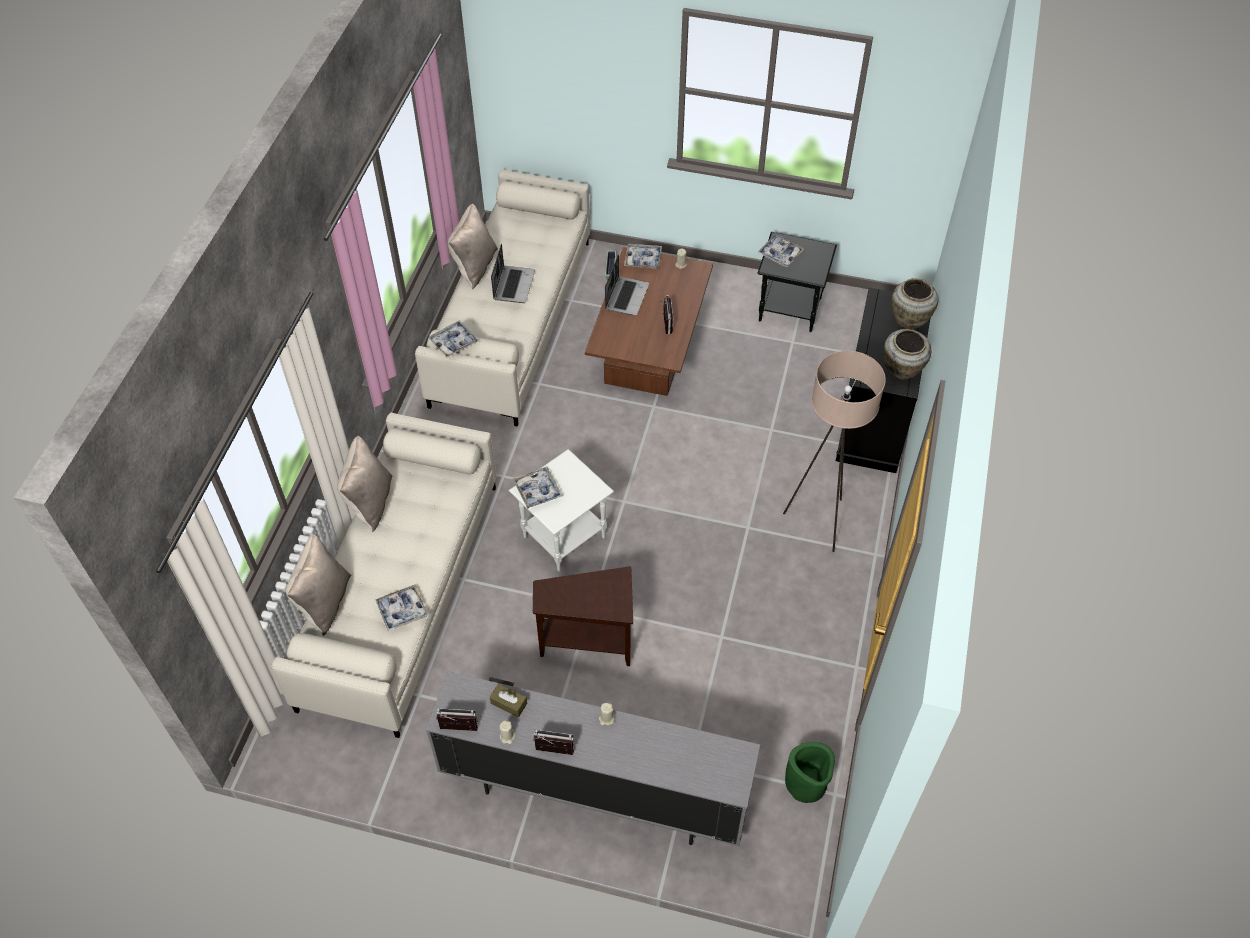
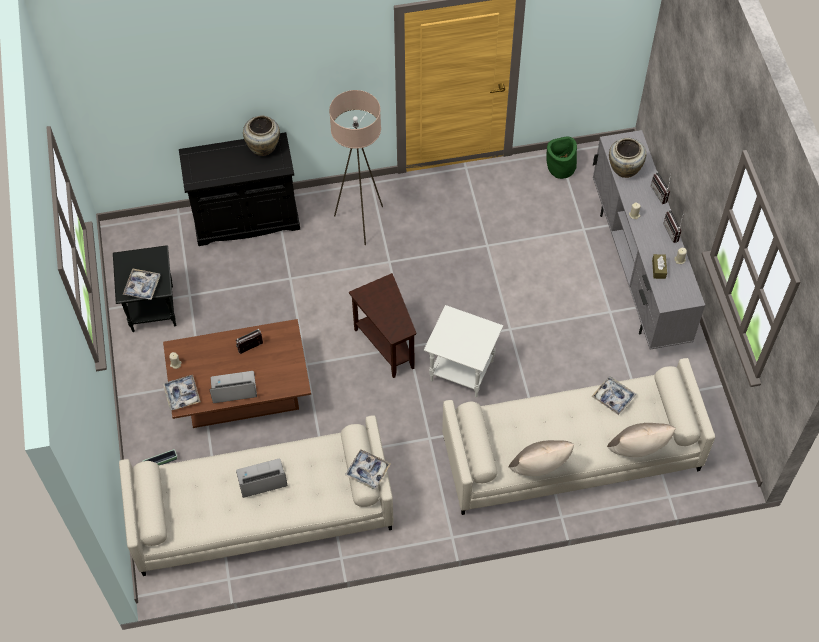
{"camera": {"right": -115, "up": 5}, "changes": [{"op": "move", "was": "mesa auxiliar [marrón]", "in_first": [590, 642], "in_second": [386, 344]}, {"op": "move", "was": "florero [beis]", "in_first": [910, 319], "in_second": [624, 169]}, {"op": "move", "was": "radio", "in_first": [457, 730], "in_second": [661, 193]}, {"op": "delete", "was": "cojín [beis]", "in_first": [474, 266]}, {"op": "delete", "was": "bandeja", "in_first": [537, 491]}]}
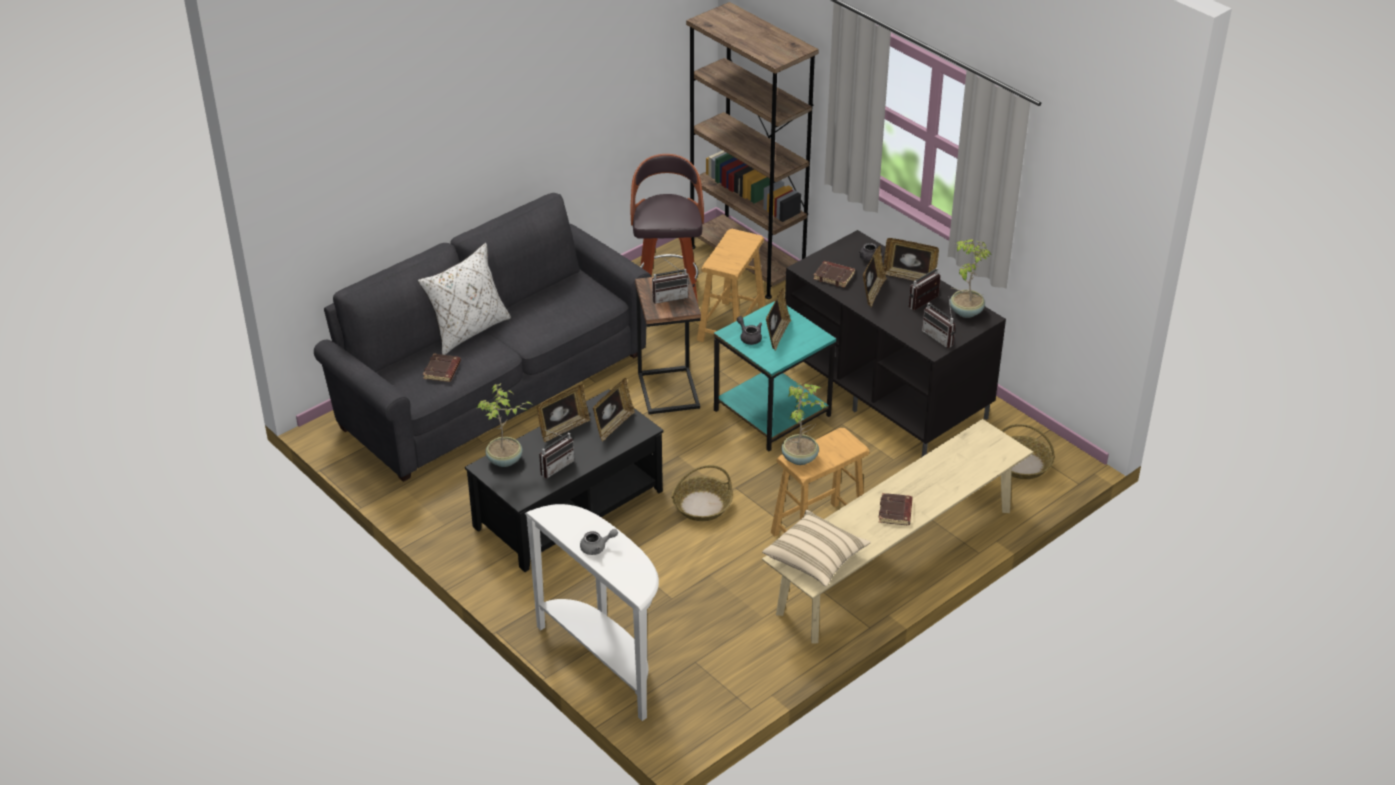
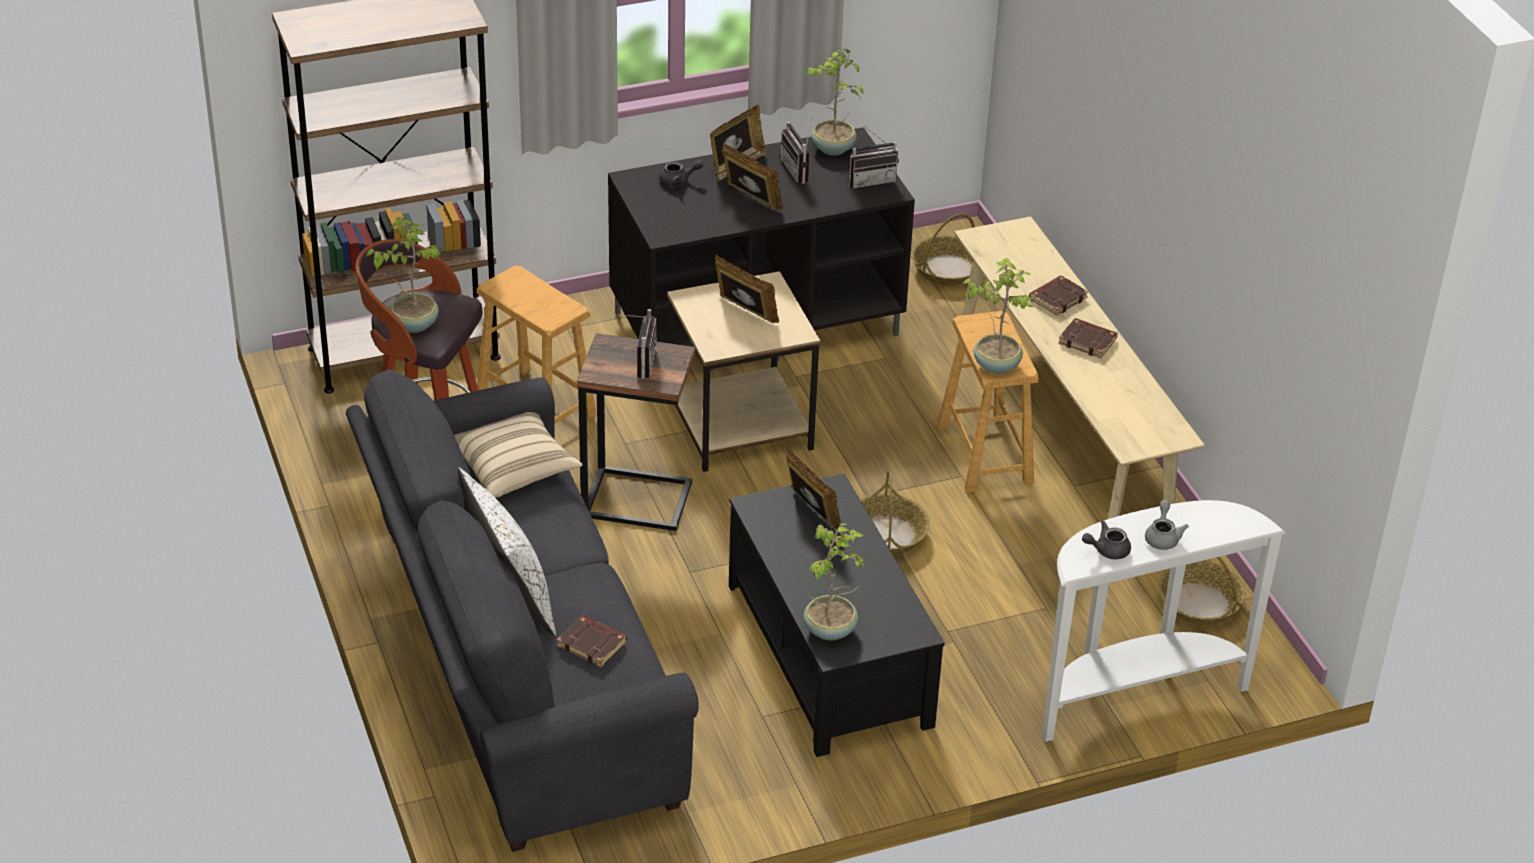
{"camera": {"right": -70, "up": 0}, "changes": [{"op": "insert", "now": "planta en maceta", "in_second": [413, 323]}, {"op": "move", "was": "cojín [beis]", "in_first": [815, 559], "in_second": [514, 469]}, {"op": "recolor", "was": "mesa auxiliar [turquesa]", "now": "mesa auxiliar [beis]", "in_first": [772, 412], "in_second": [737, 424]}, {"op": "move", "was": "libro [marrón]", "in_first": [834, 276], "in_second": [1057, 298]}, {"op": "move", "was": "tetera [gris]", "in_first": [749, 337], "in_second": [1107, 550]}, {"op": "insert", "now": "cesta", "in_second": [1200, 603]}, {"op": "delete", "was": "portarretratos", "in_first": [563, 429]}, {"op": "delete", "was": "radio", "in_first": [554, 466]}]}
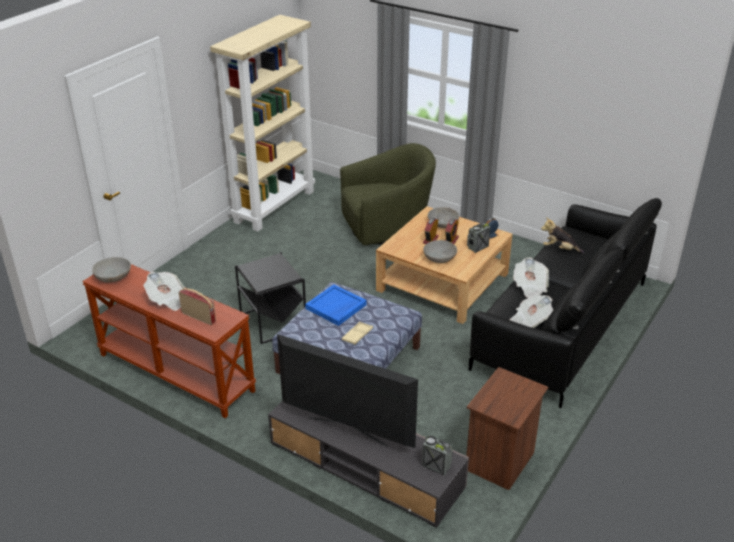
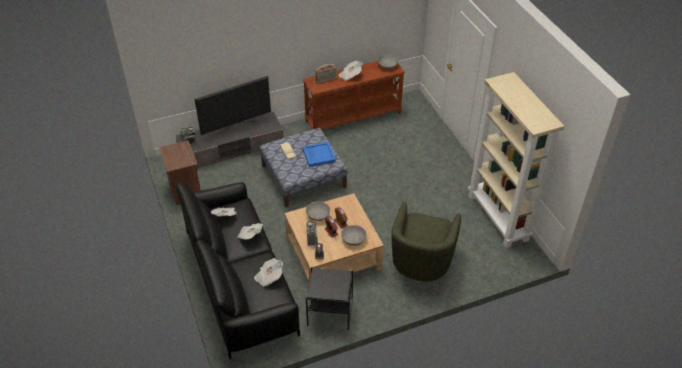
{"camera": {"right": 125, "up": 10}, "changes": [{"op": "replace", "was": "peluche", "now": "periódico", "in_first": [559, 249], "in_second": [269, 277]}, {"op": "move", "was": "mesa auxiliar [negro]", "in_first": [273, 322], "in_second": [329, 312]}]}
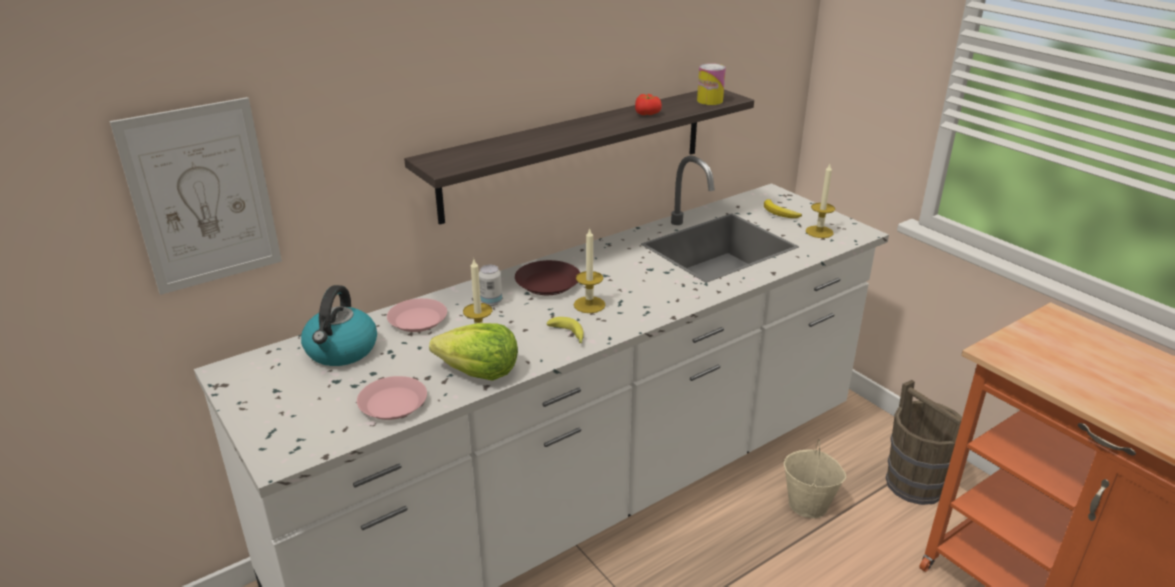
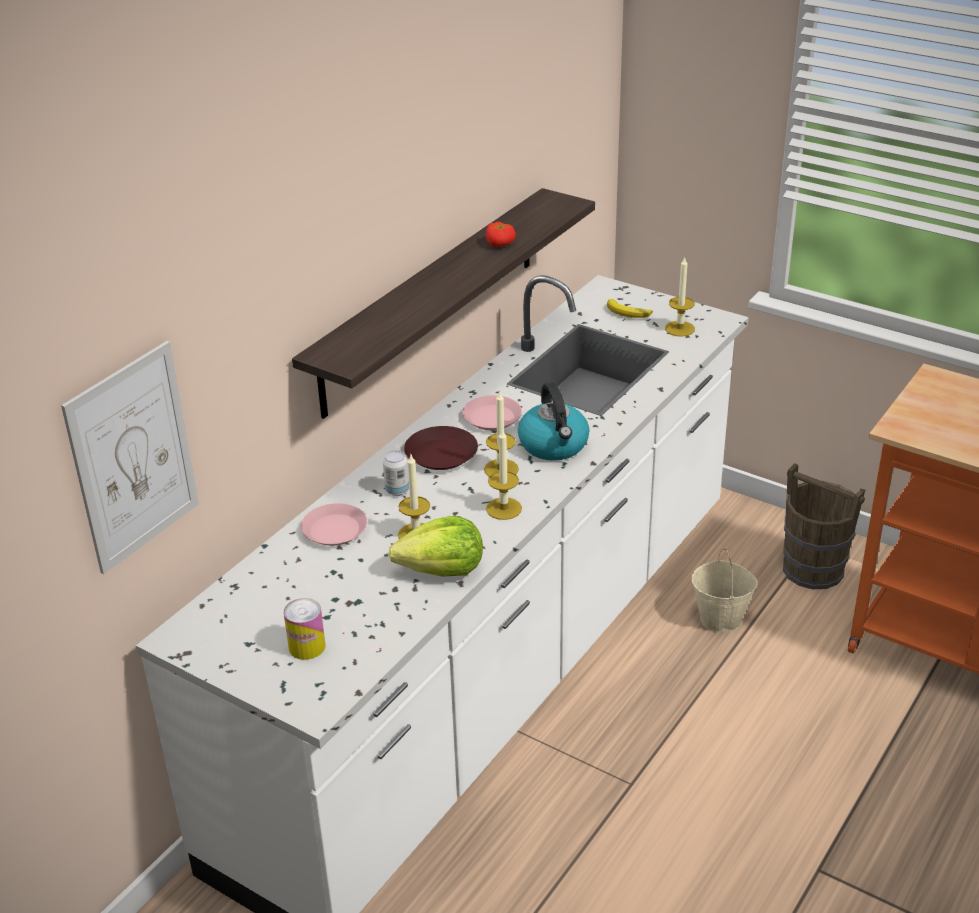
{"camera": {"right": -20, "up": 5}, "changes": [{"op": "move", "was": "lata", "in_first": [709, 101], "in_second": [307, 647]}, {"op": "move", "was": "plato [rosa]", "in_first": [393, 403], "in_second": [492, 417]}, {"op": "replace", "was": "plátano", "now": "vela", "in_first": [568, 335], "in_second": [503, 508]}, {"op": "move", "was": "hervidor", "in_first": [341, 351], "in_second": [554, 445]}]}
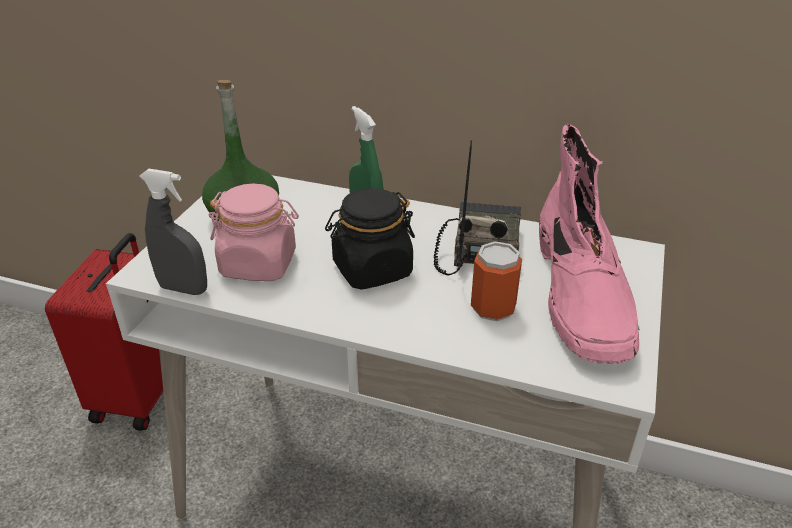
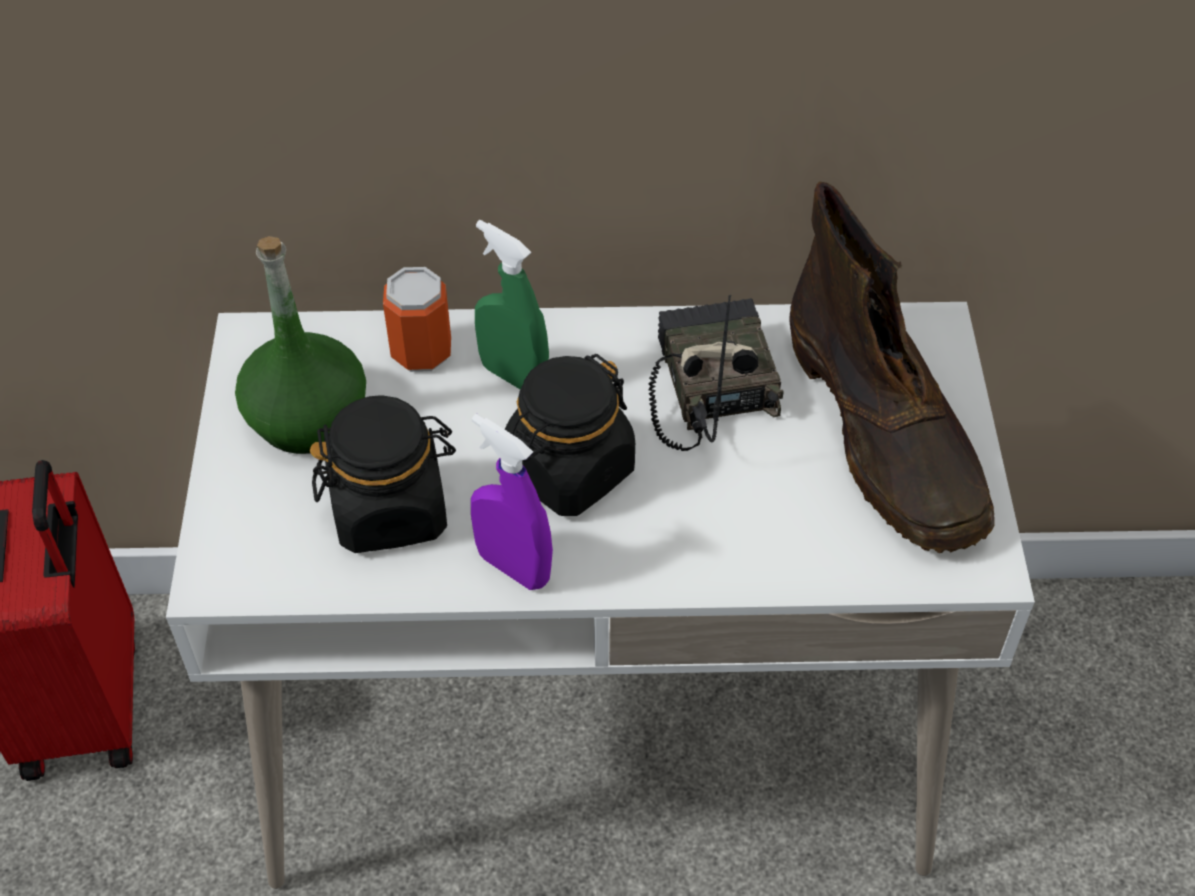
{"camera": {"right": -20, "up": 15}, "changes": [{"op": "recolor", "was": "tarro [rosa]", "now": "tarro [negro]", "in_first": [259, 264], "in_second": [390, 510]}, {"op": "move", "was": "lata", "in_first": [493, 308], "in_second": [421, 352]}, {"op": "insert", "now": "pulverizador [morado]", "in_second": [513, 567]}, {"op": "recolor", "was": "bota [rosa]", "now": "bota [marrón]", "in_first": [581, 296], "in_second": [884, 434]}, {"op": "delete", "was": "pulverizador [gris]", "in_first": [183, 289]}]}
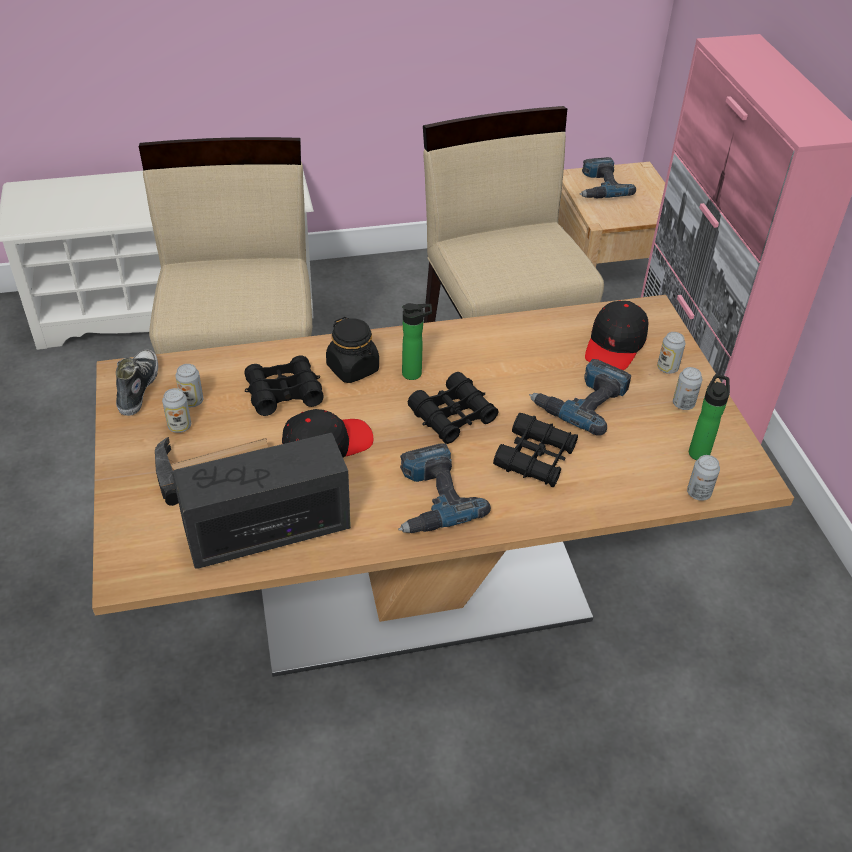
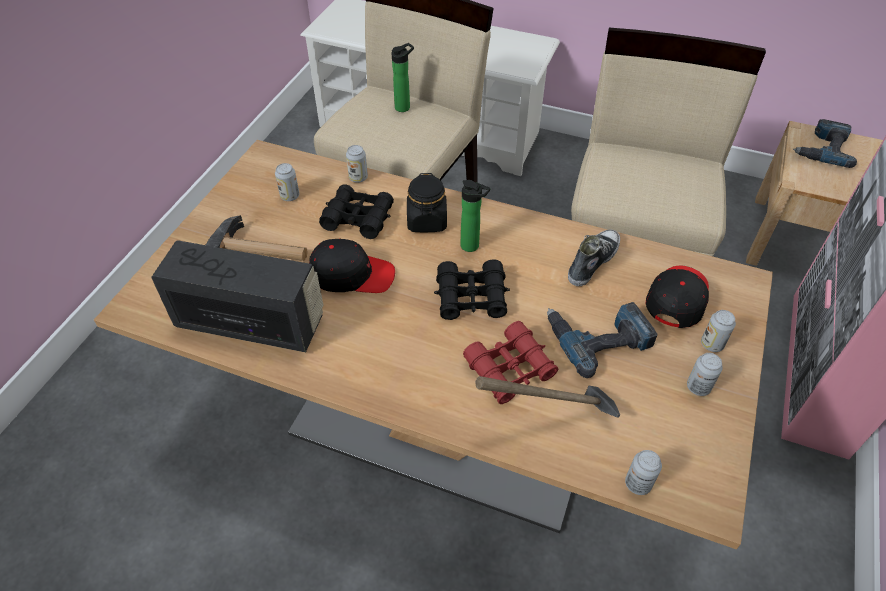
{"camera": {"right": 35, "up": 5}, "changes": [{"op": "move", "was": "lata", "in_first": [179, 426], "in_second": [358, 178]}, {"op": "move", "was": "botella", "in_first": [699, 451], "in_second": [404, 107]}, {"op": "recolor", "was": "prismáticos [negro]", "now": "prismáticos [rojo]", "in_first": [535, 458], "in_second": [510, 369]}, {"op": "insert", "now": "martillo", "in_second": [549, 420]}, {"op": "move", "was": "zapato", "in_first": [137, 388], "in_second": [592, 262]}, {"op": "rotate", "was": "gorra [negro]", "in_first": [615, 345], "in_second": [677, 298], "clockwise": 150}, {"op": "delete", "was": "taladro", "in_first": [430, 498]}]}
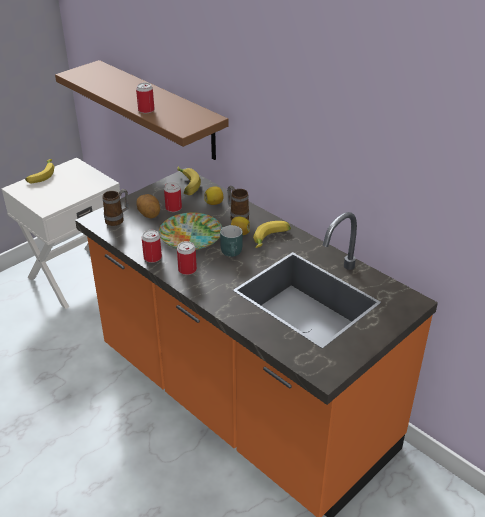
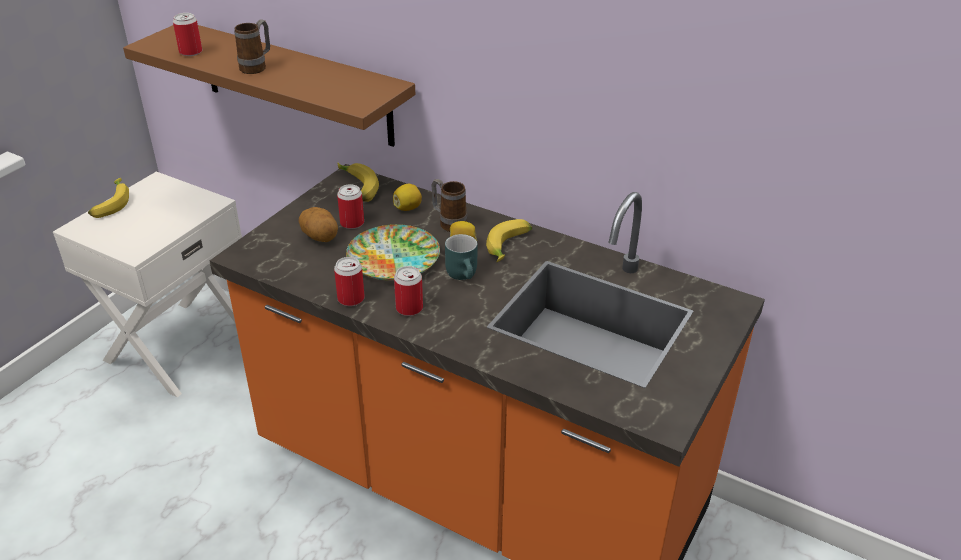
{"camera": {"right": -15, "up": 0}, "changes": [{"op": "move", "was": "lata", "in_first": [146, 110], "in_second": [191, 52]}, {"op": "move", "was": "taza grande", "in_first": [118, 219], "in_second": [257, 67]}]}
